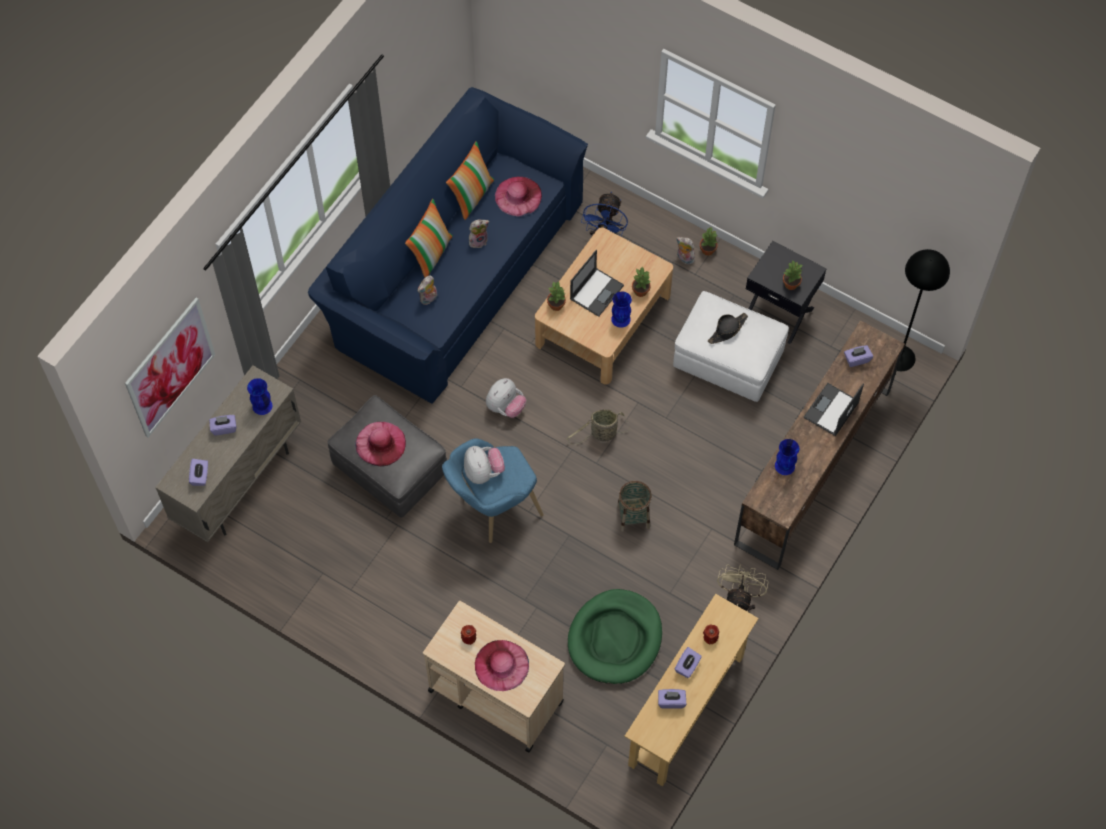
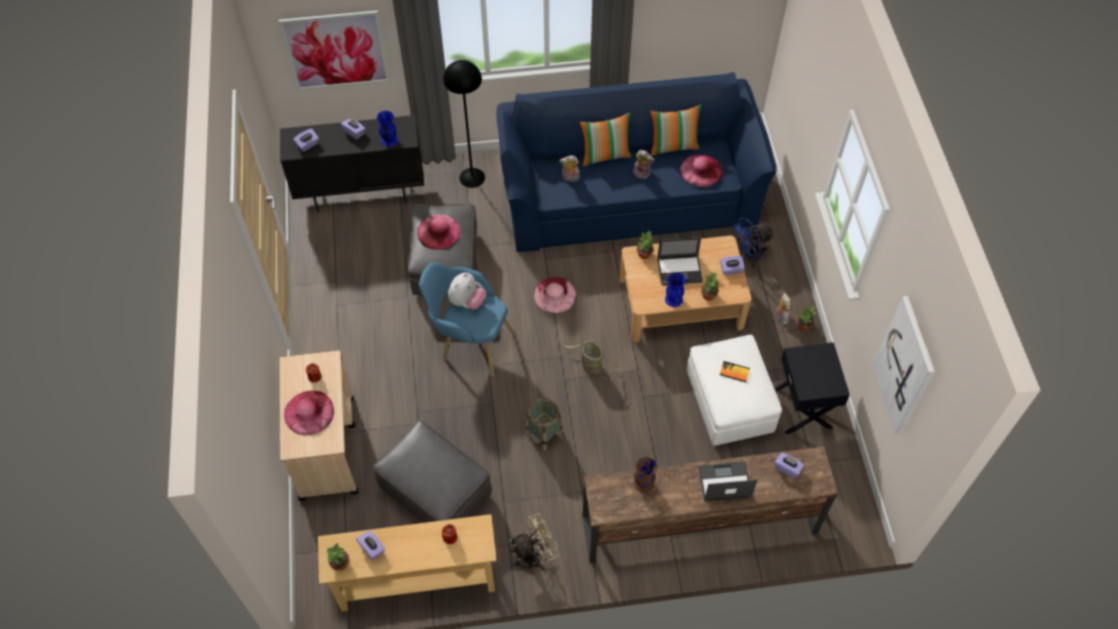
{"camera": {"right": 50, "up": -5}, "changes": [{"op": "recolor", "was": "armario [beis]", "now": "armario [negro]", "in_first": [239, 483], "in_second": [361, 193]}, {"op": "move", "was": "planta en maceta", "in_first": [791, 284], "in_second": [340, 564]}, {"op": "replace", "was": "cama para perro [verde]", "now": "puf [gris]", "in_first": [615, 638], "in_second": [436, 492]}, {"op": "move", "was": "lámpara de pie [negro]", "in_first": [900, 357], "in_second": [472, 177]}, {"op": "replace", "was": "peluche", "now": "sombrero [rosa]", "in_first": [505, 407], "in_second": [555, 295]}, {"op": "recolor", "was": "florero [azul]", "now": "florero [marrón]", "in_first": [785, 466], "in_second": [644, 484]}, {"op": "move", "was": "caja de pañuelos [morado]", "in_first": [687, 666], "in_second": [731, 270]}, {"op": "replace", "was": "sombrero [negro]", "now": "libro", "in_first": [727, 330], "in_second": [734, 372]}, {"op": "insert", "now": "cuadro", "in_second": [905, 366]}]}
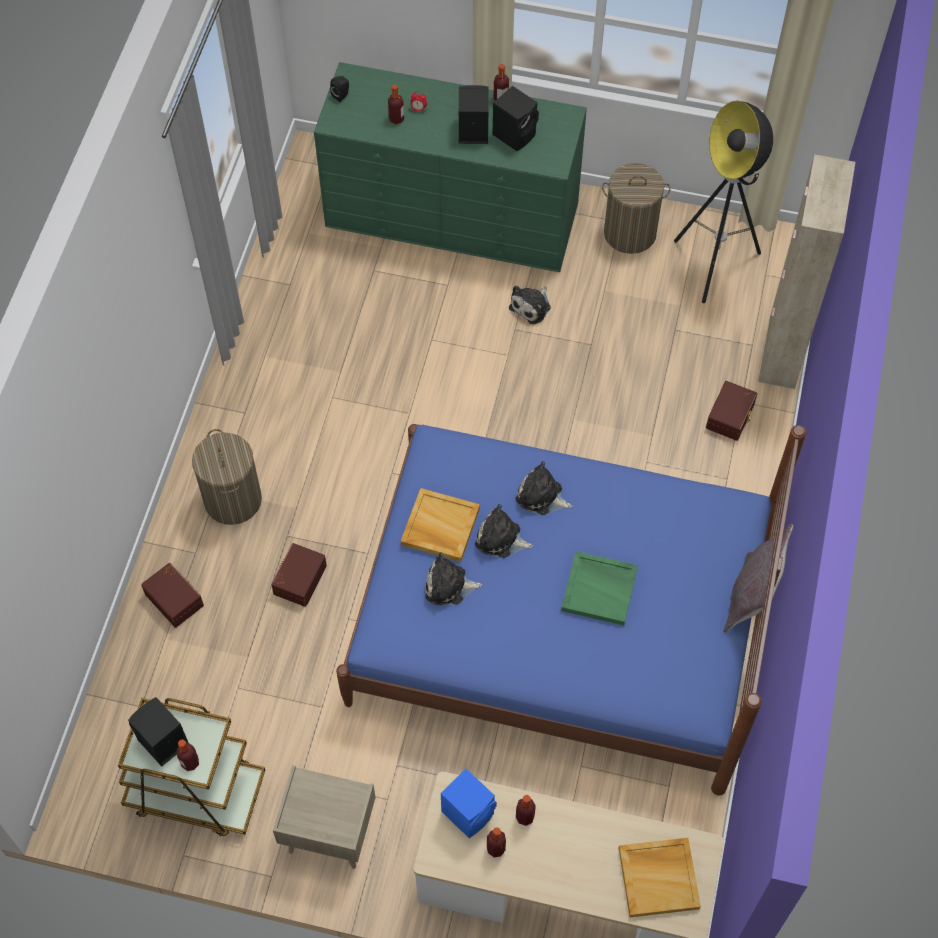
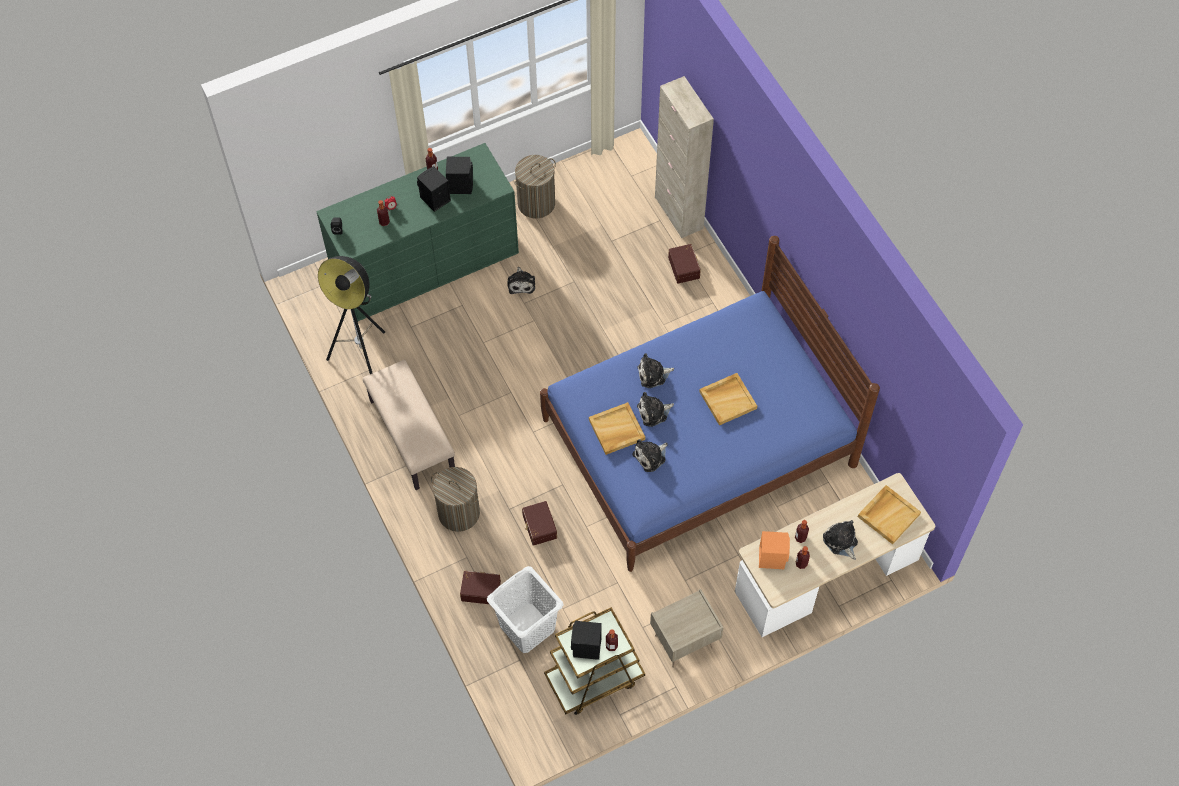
{"camera": {"right": -40, "up": 0}, "changes": [{"op": "move", "was": "lámpara de pie", "in_first": [715, 265], "in_second": [363, 358]}, {"op": "insert", "now": "banco [beis]", "in_second": [411, 436]}, {"op": "insert", "now": "cesto de la ropa [blanco]", "in_second": [527, 628]}, {"op": "recolor", "was": "bandeja [verde]", "now": "bandeja [beis]", "in_first": [600, 589], "in_second": [728, 399]}, {"op": "recolor", "was": "altavoz [azul]", "now": "altavoz [naranja]", "in_first": [469, 812], "in_second": [772, 557]}, {"op": "insert", "now": "peluche", "in_second": [841, 542]}, {"op": "delete", "was": "cojín [gris]", "in_first": [751, 597]}]}
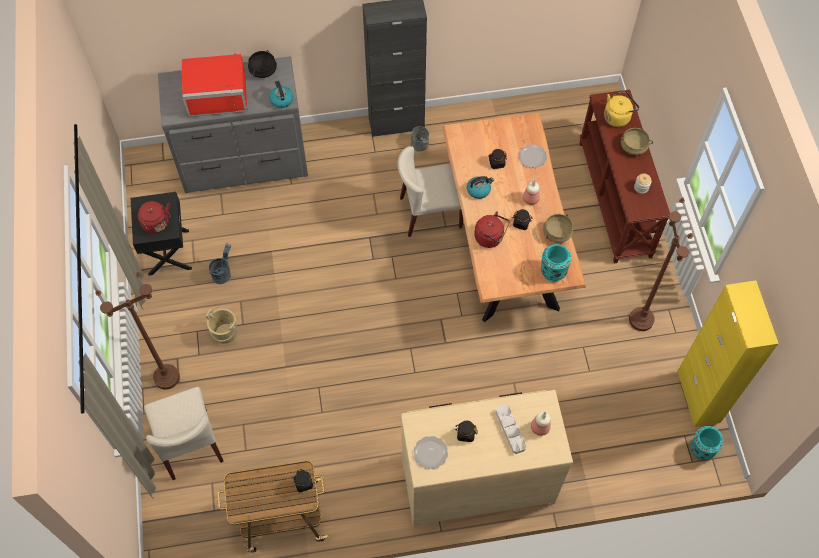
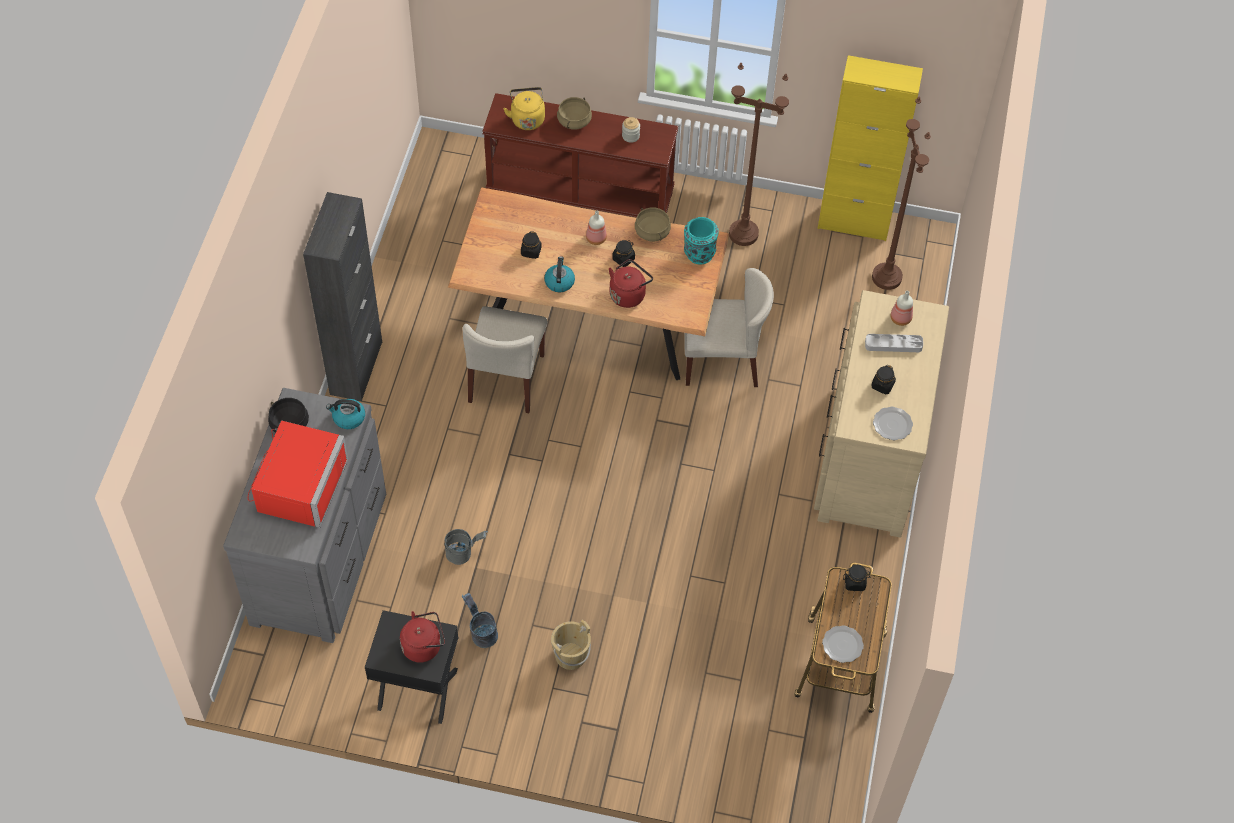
{"camera": {"right": -70, "up": -5}, "changes": [{"op": "move", "was": "cubo [gris]", "in_first": [420, 147], "in_second": [463, 553]}, {"op": "move", "was": "silla [beis]", "in_first": [190, 444], "in_second": [721, 360]}, {"op": "move", "was": "plato", "in_first": [532, 157], "in_second": [842, 645]}, {"op": "move", "was": "lámpara de pie [marrón]", "in_first": [167, 377], "in_second": [886, 277]}, {"op": "delete", "was": "florero [turquesa]", "in_first": [701, 449]}]}
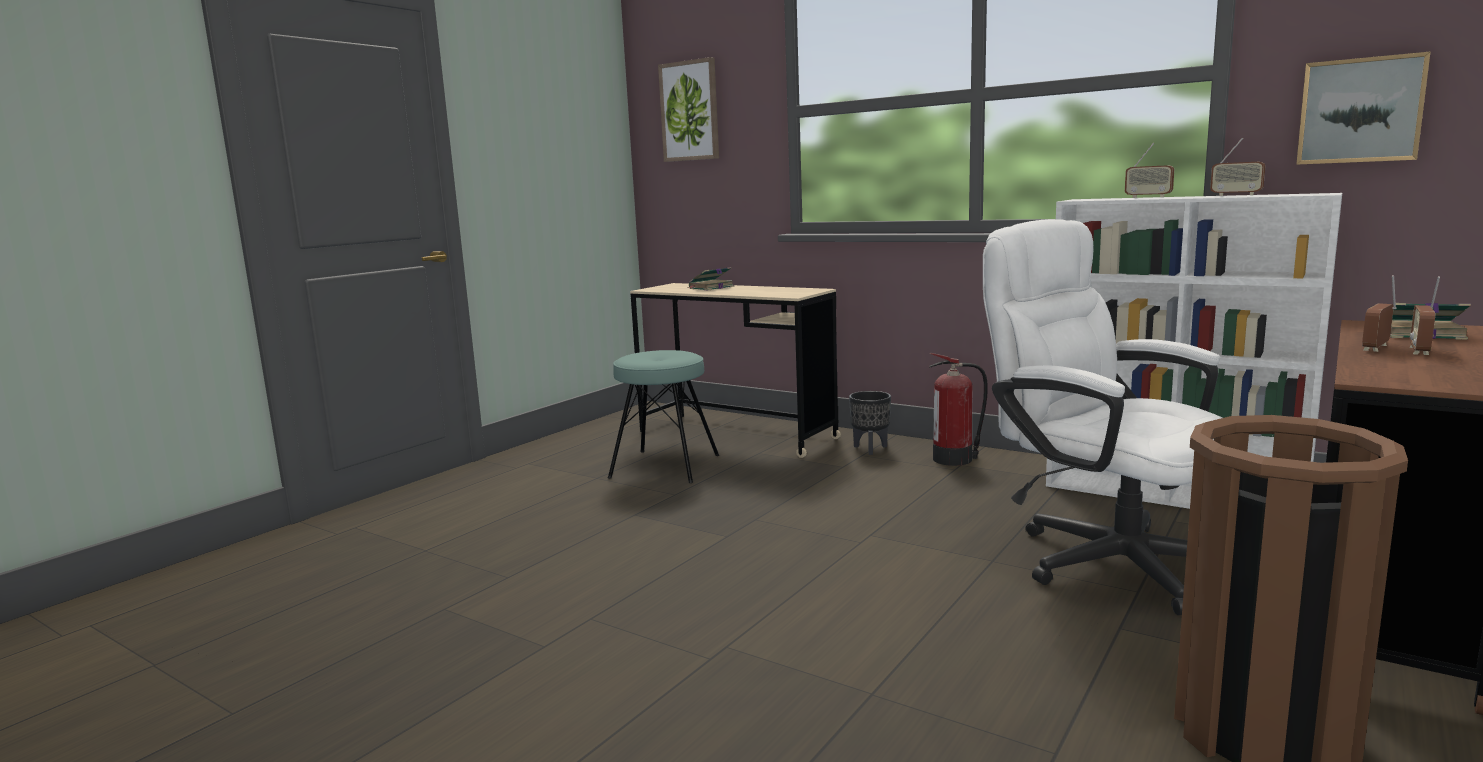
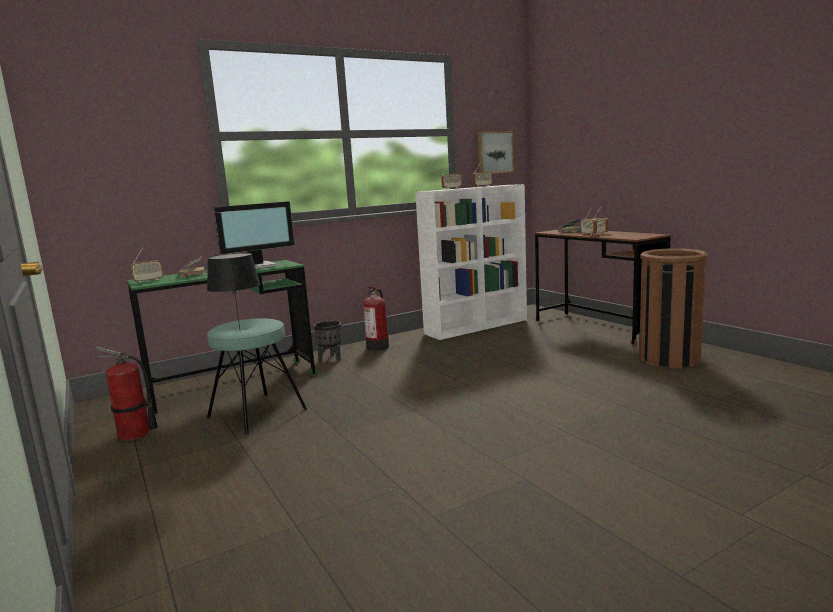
{"camera": {"right": -65, "up": 0}, "changes": [{"op": "insert", "now": "extintor", "in_second": [134, 434]}, {"op": "recolor", "was": "escritorio [beis]", "now": "escritorio [verde]", "in_first": [736, 435], "in_second": [234, 385]}, {"op": "insert", "now": "radio", "in_second": [148, 281]}, {"op": "insert", "now": "lámpara de mesa [negro]", "in_second": [240, 331]}, {"op": "insert", "now": "monitor", "in_second": [257, 266]}, {"op": "delete", "was": "cuadro", "in_first": [690, 111]}, {"op": "delete", "was": "silla de oficina [blanco]", "in_first": [1103, 557]}]}
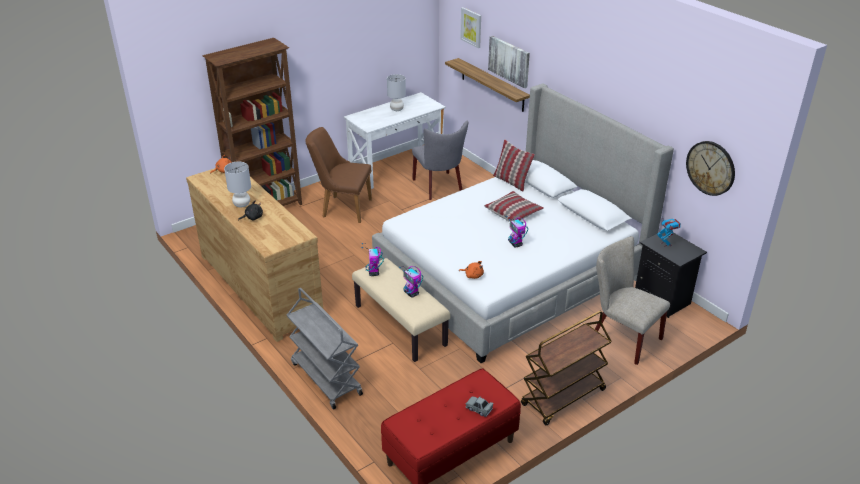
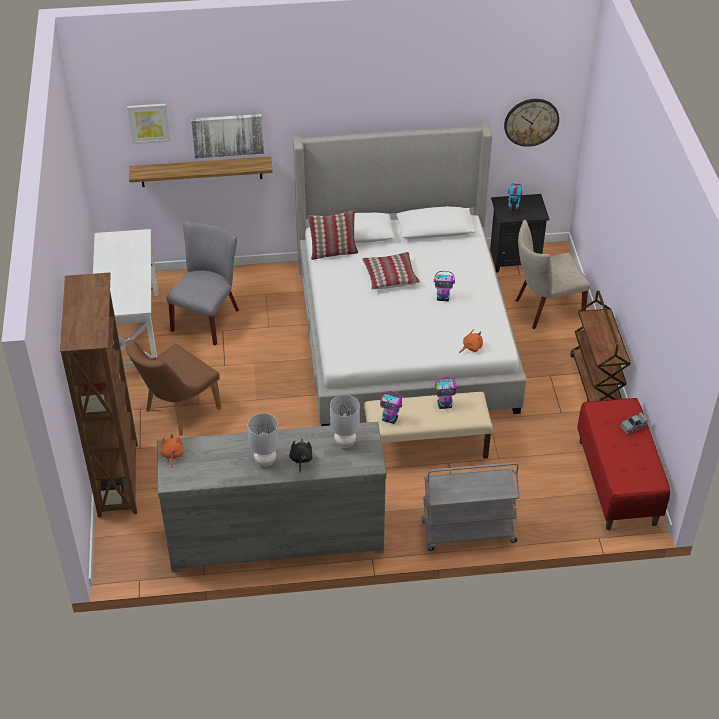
{"camera": {"right": -60, "up": 10}, "changes": [{"op": "recolor", "was": "cómoda [marrón]", "now": "cómoda [gris]", "in_first": [261, 286], "in_second": [275, 535]}, {"op": "rotate", "was": "silla [gris]", "in_first": [439, 187], "in_second": [208, 317], "clockwise": -75}, {"op": "move", "was": "lámpara de mesa [gris]", "in_first": [396, 109], "in_second": [344, 442]}]}
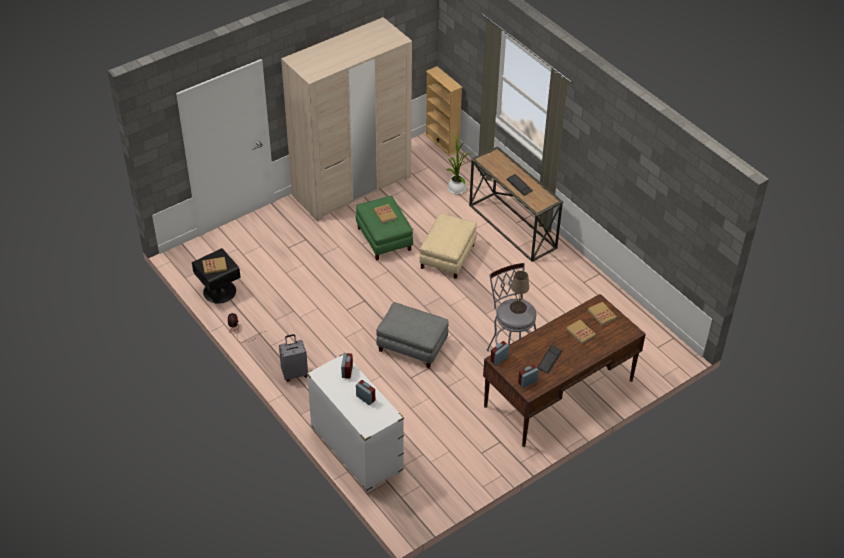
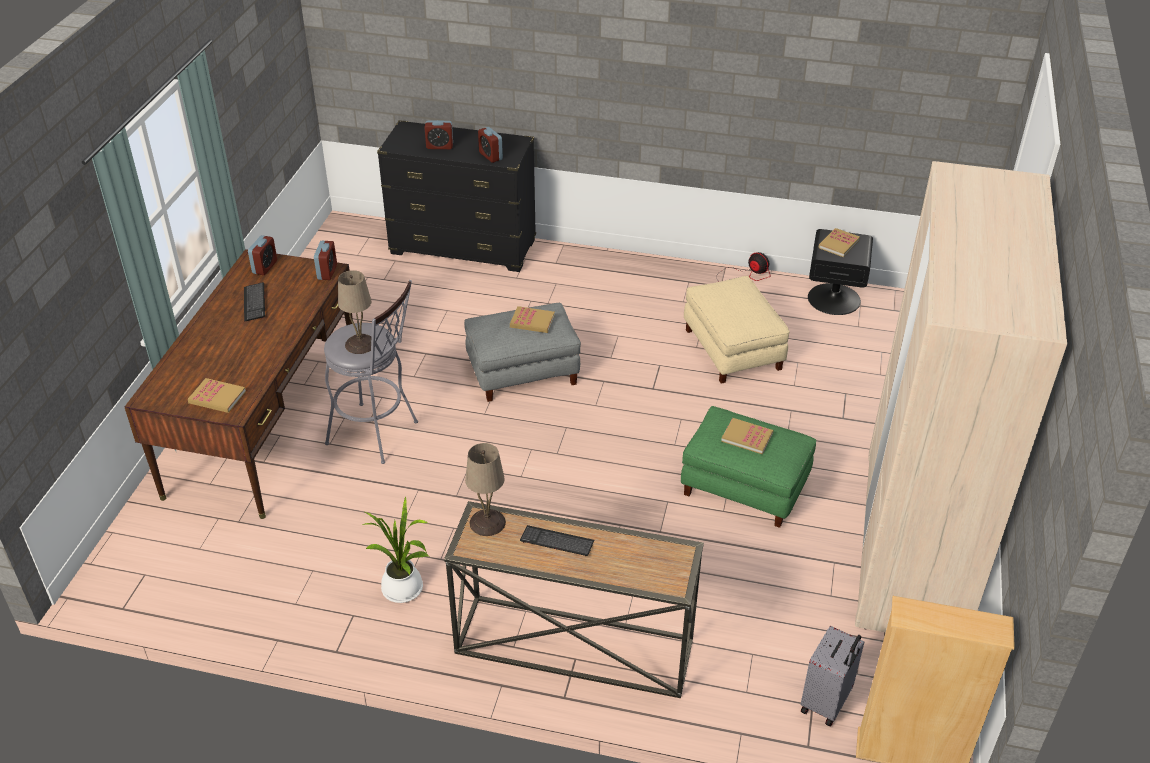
{"camera": {"right": 140, "up": -5}, "changes": [{"op": "move", "was": "planta en maceta", "in_first": [456, 188], "in_second": [404, 591]}, {"op": "recolor", "was": "cómoda [blanco]", "now": "cómoda [negro]", "in_first": [356, 449], "in_second": [463, 247]}, {"op": "insert", "now": "lámpara de mesa [beis]", "in_second": [488, 522]}, {"op": "move", "was": "libro", "in_first": [580, 332], "in_second": [532, 321]}, {"op": "move", "was": "puf [beis]", "in_first": [448, 257], "in_second": [731, 349]}, {"op": "move", "was": "maleta [gris]", "in_first": [295, 373], "in_second": [826, 703]}]}
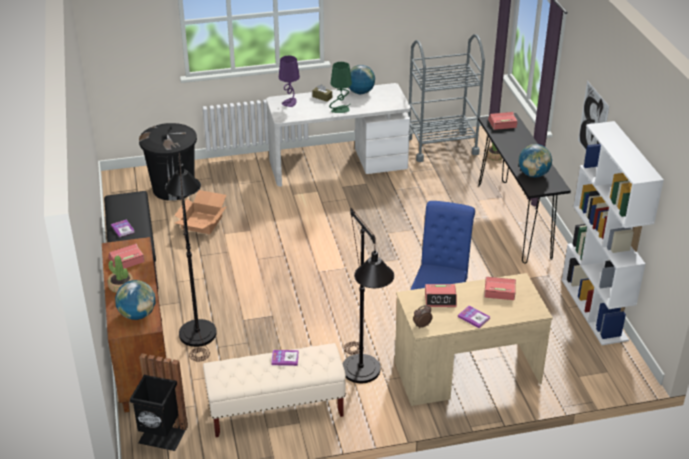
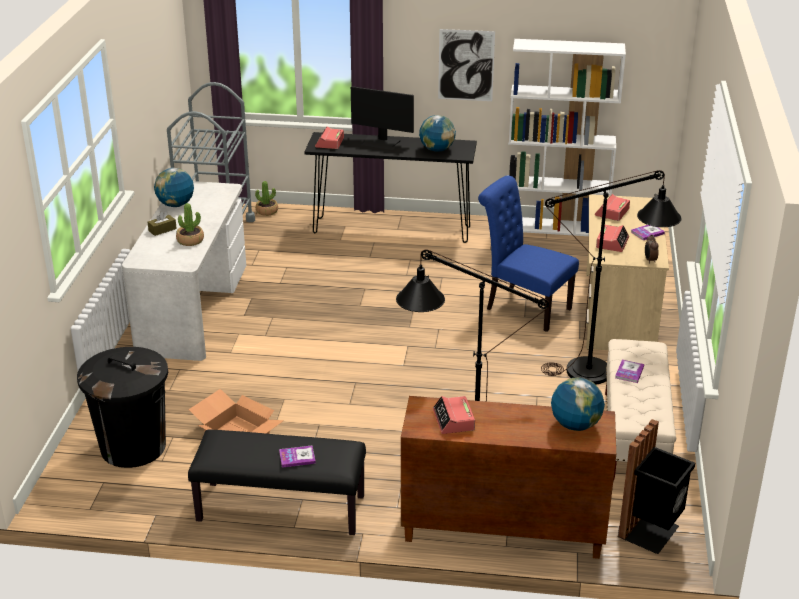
{"camera": {"right": -70, "up": -5}, "changes": [{"op": "move", "was": "planta en maceta", "in_first": [121, 286], "in_second": [190, 240]}, {"op": "insert", "now": "monitor", "in_second": [381, 143]}, {"op": "delete", "was": "lámpara de mesa [morado]", "in_first": [289, 103]}, {"op": "delete", "was": "lámpara de mesa [verde]", "in_first": [340, 110]}]}
